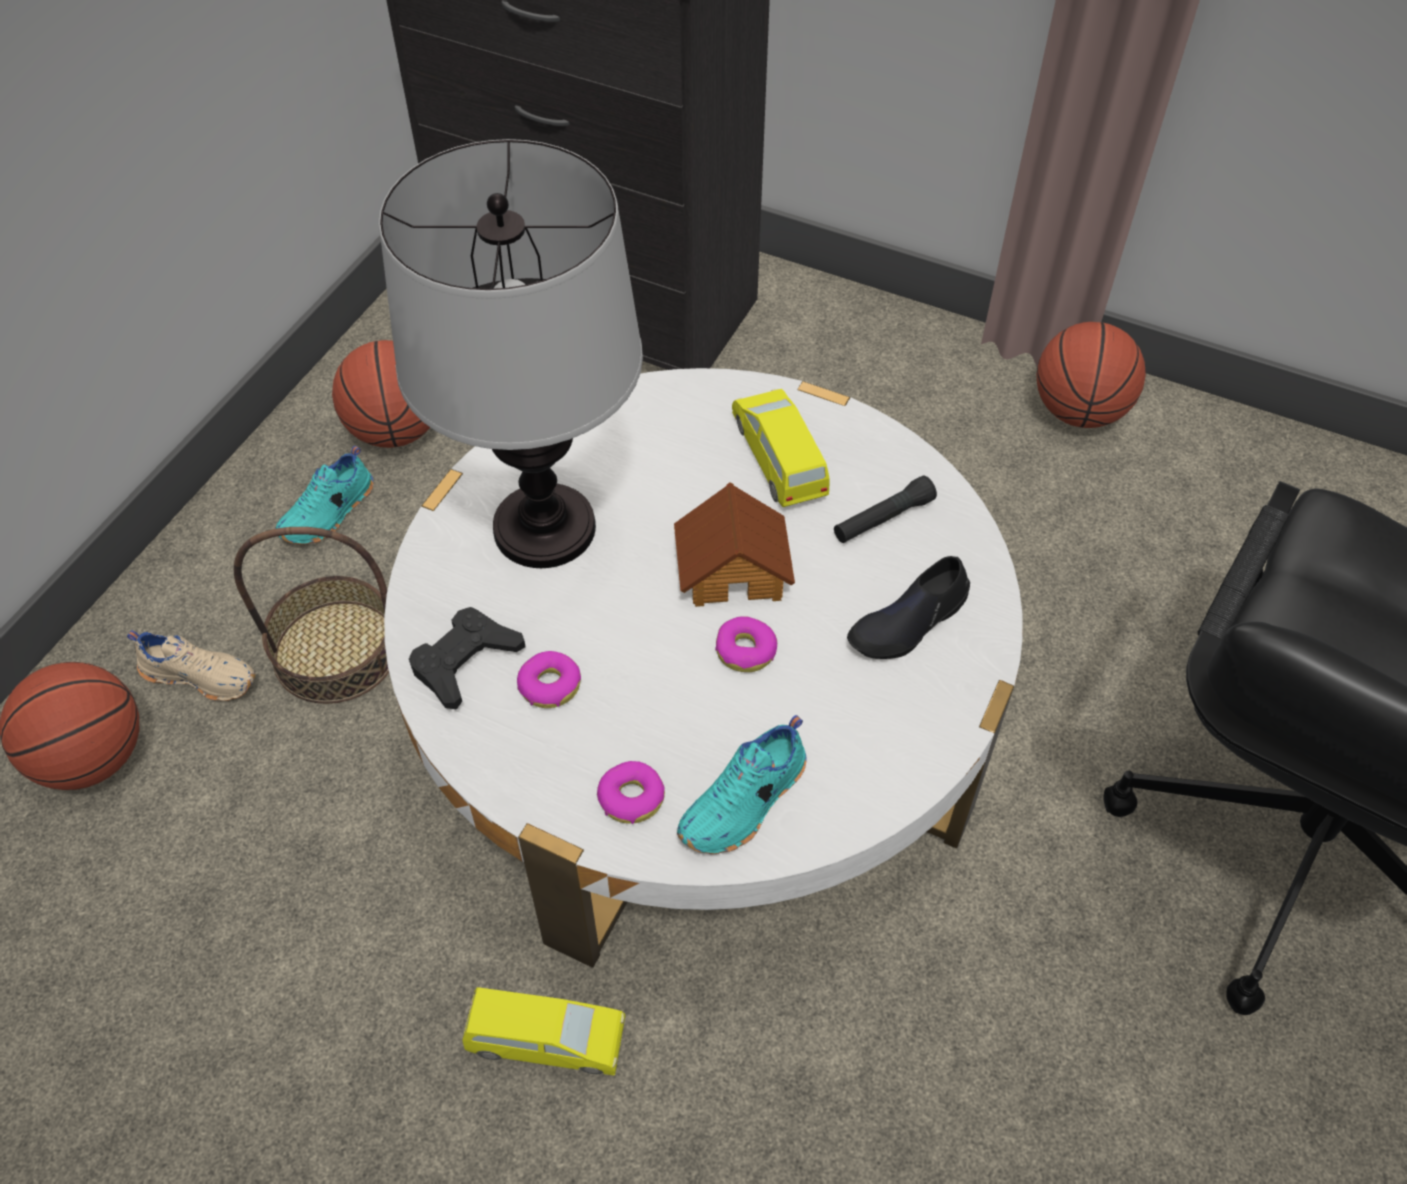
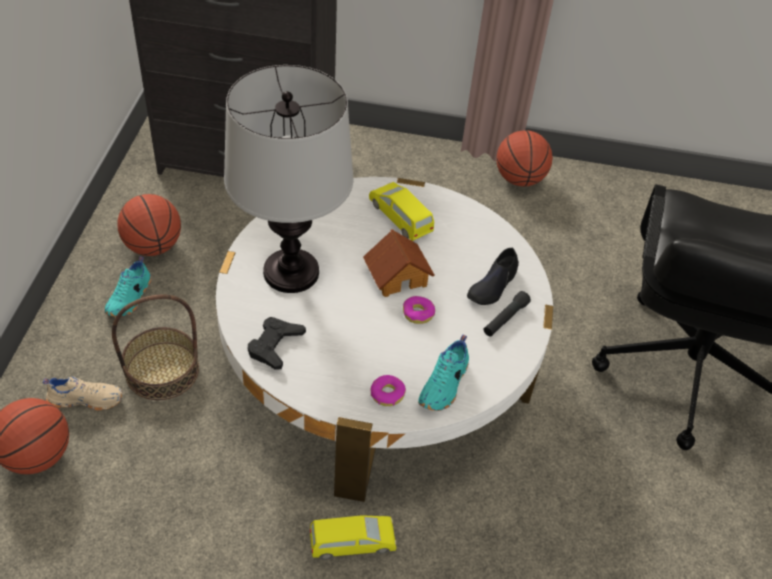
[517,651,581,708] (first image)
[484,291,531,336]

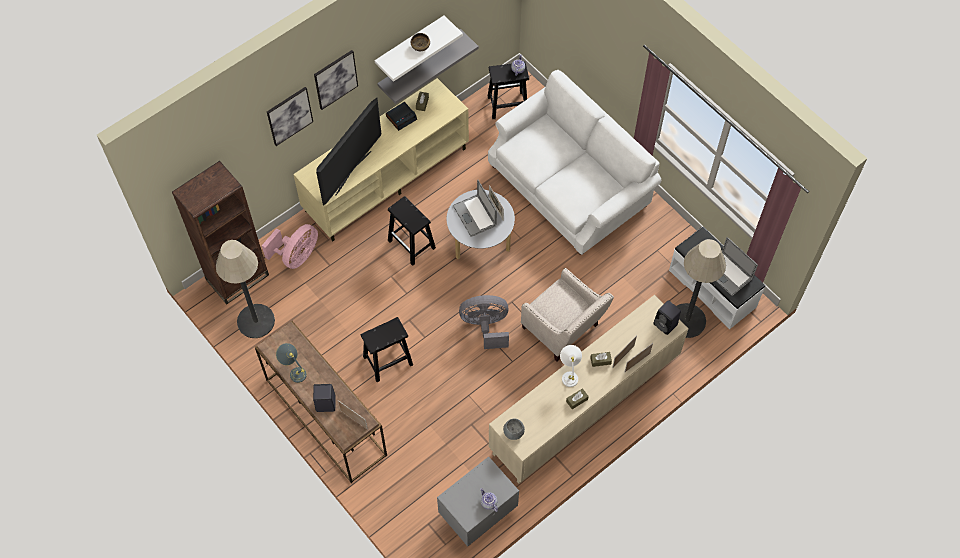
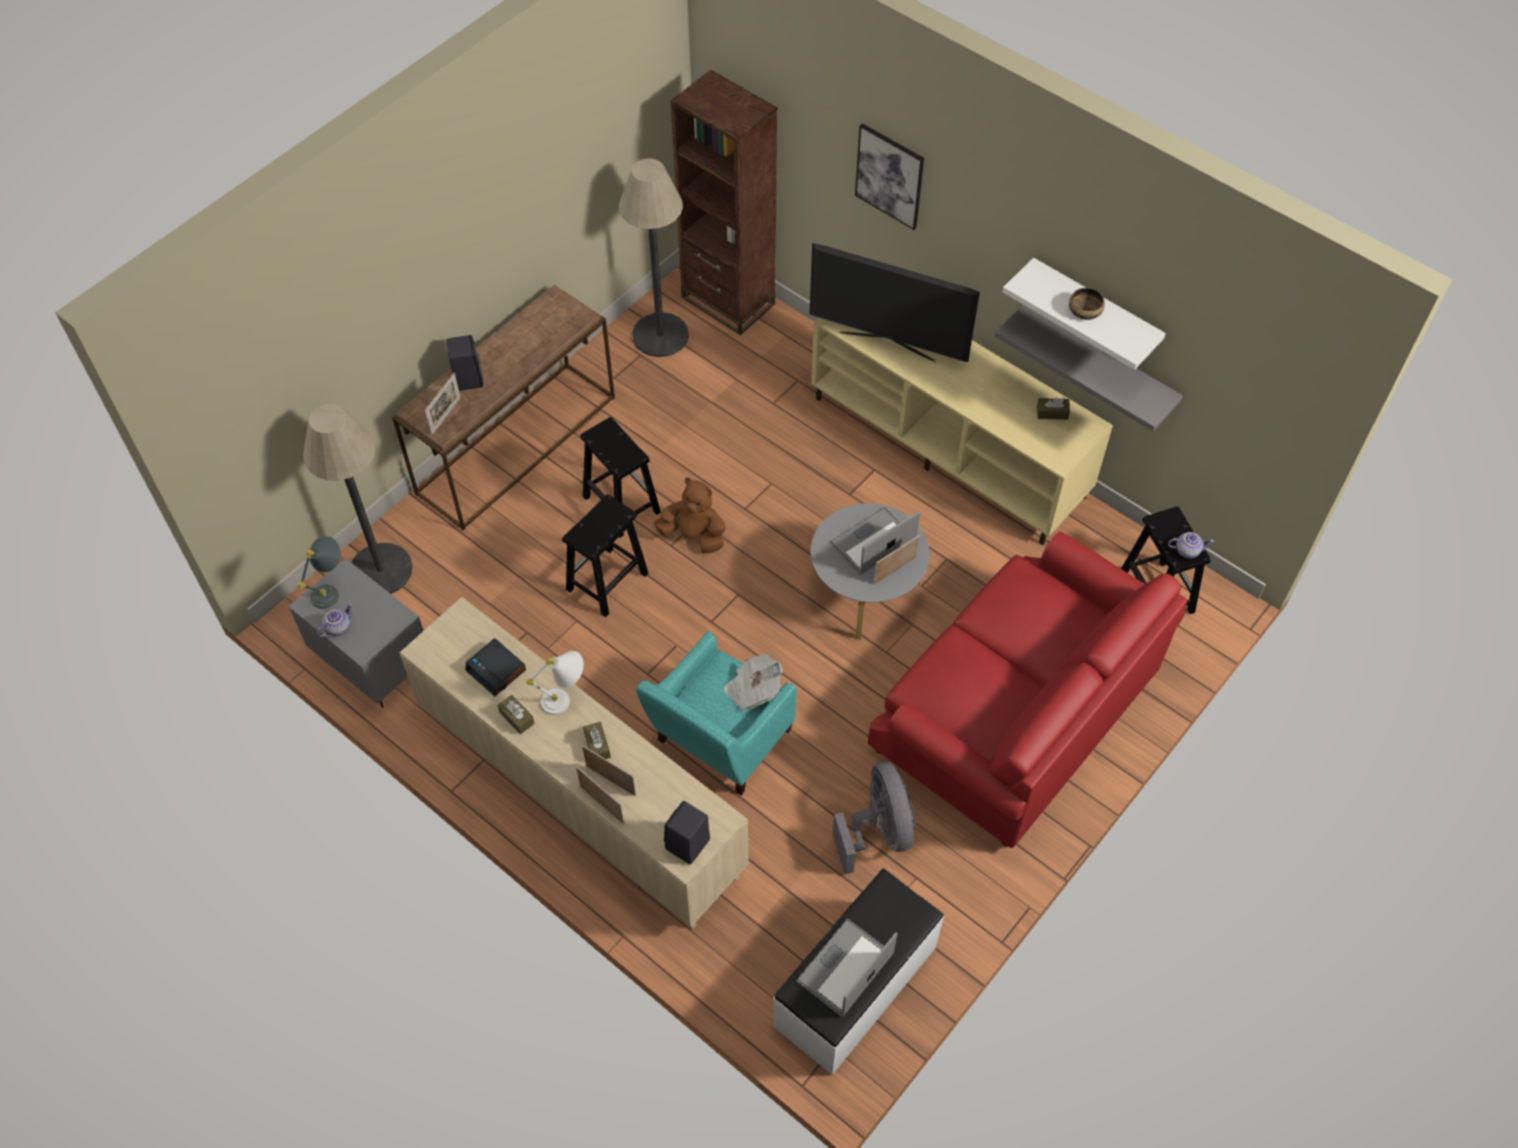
[262,224,318,269] (first image)
[314,50,358,110] (first image)
[503,419,525,440] (first image)
[654,478,726,553]
[724,654,783,711]
[298,536,341,609]
[466,638,526,697]
[562,494,649,617]
[833,762,915,874]
[303,404,413,594]
[868,532,1187,848]
[636,631,797,795]

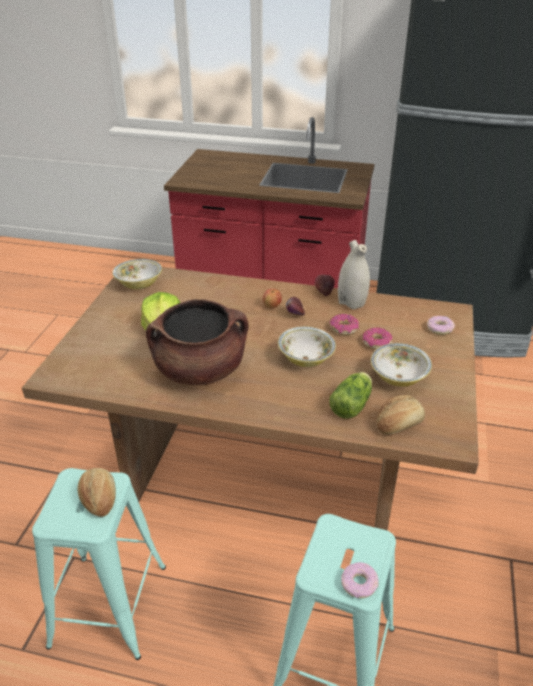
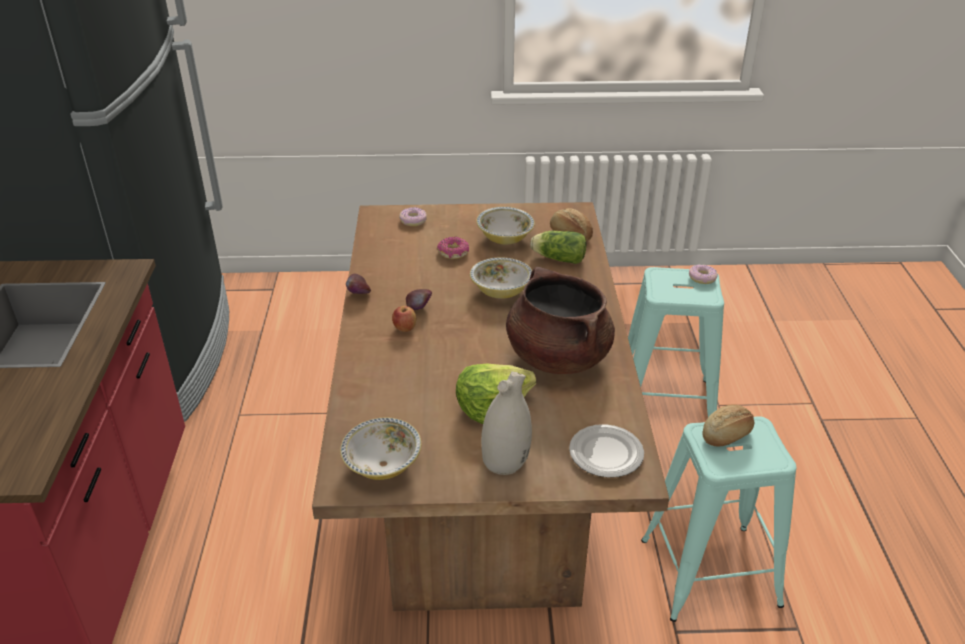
[330,314,359,335] (first image)
[569,424,644,478]
[481,371,532,475]

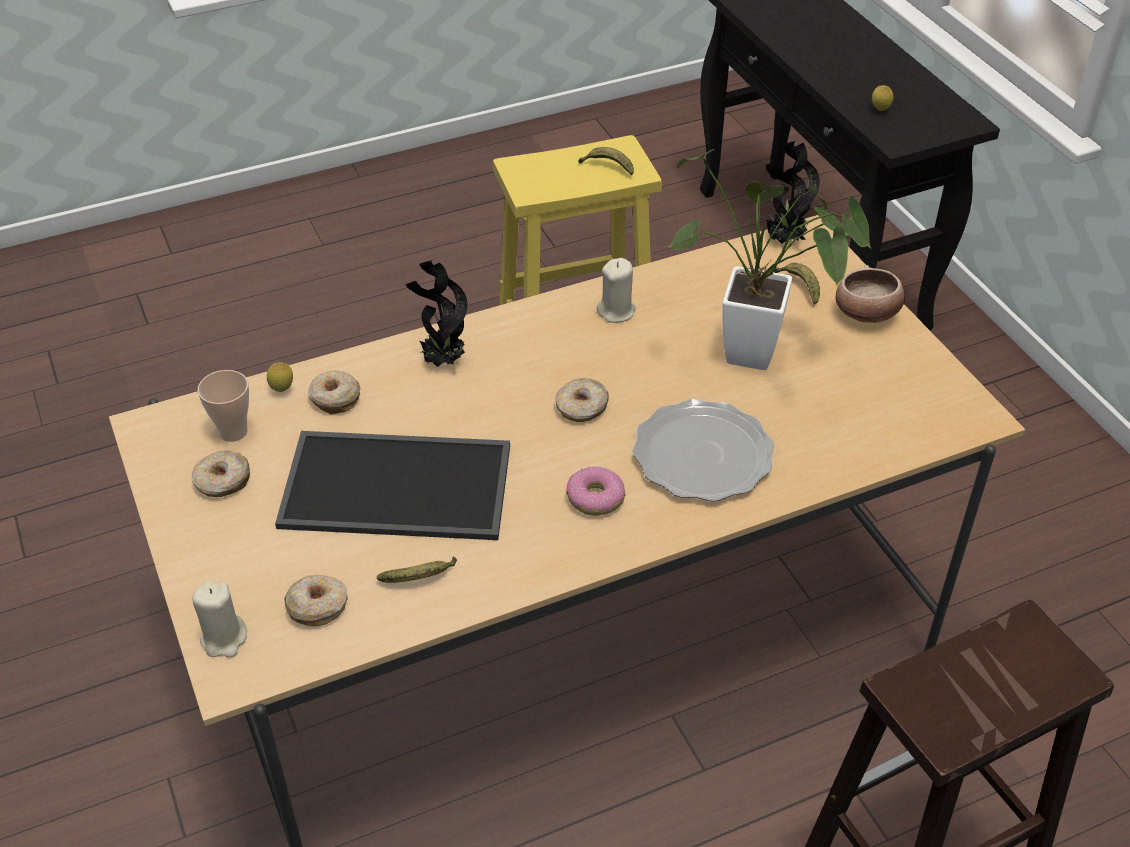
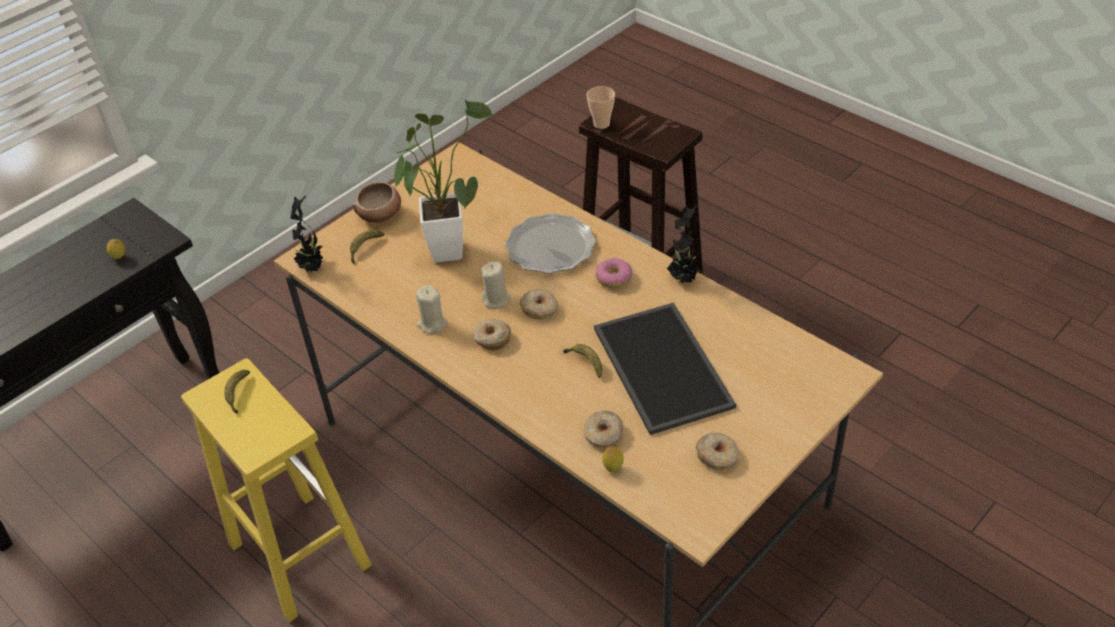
[481,262,511,308]
[587,86,615,129]
[473,319,511,351]
[563,344,602,378]
[667,205,702,284]

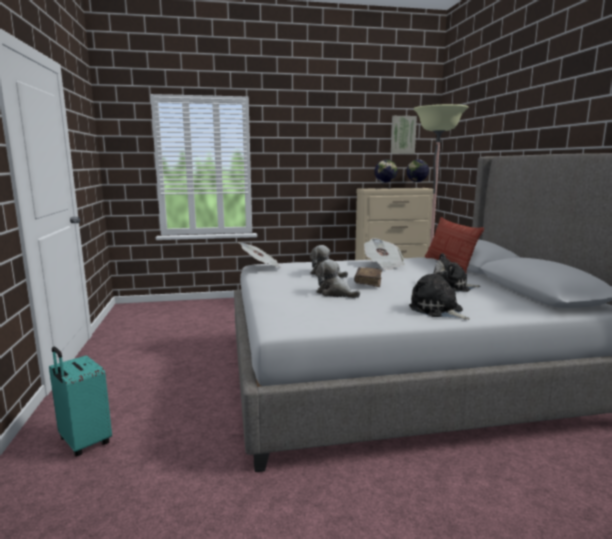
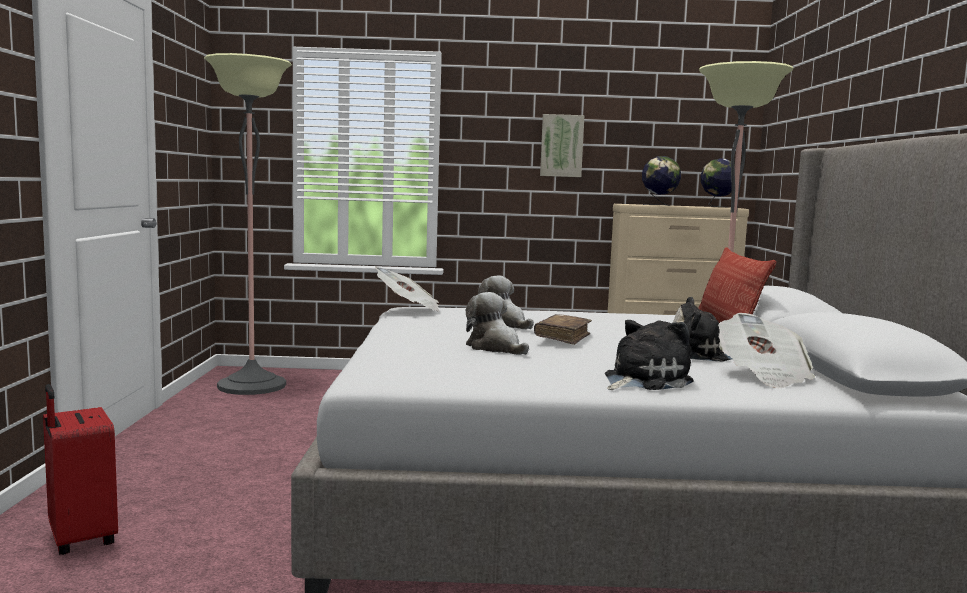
[204,53,292,395]
[718,313,815,388]
[540,114,585,177]
[43,384,118,555]
[605,320,694,390]

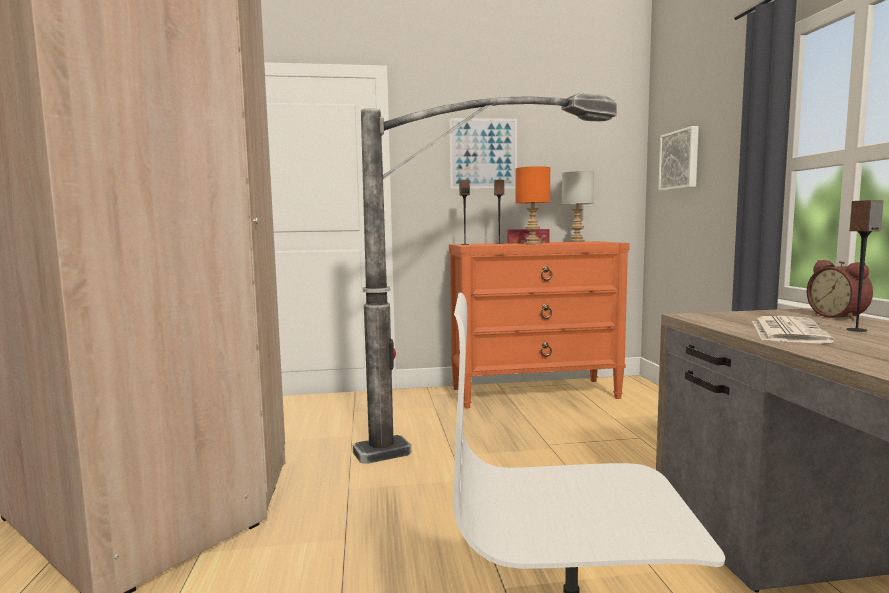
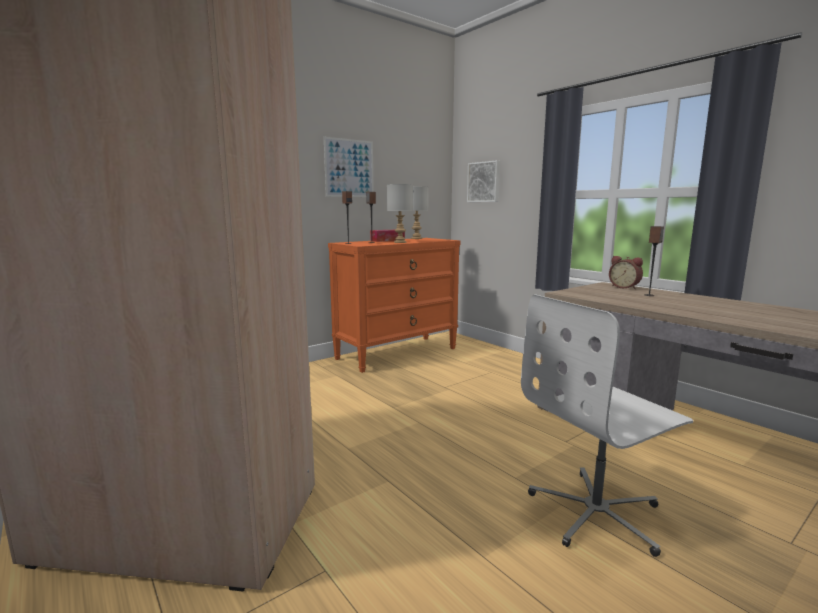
[353,93,617,464] (first image)
[752,316,834,344] (first image)
[387,184,413,243]

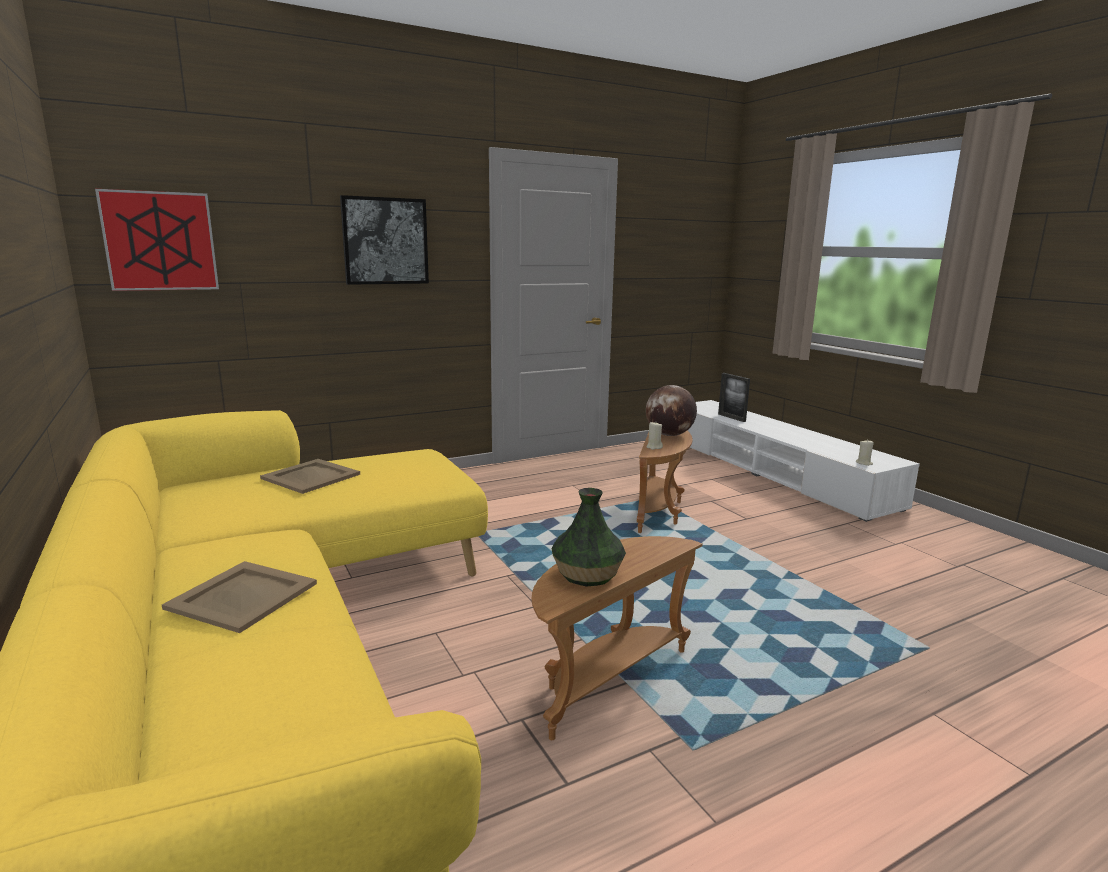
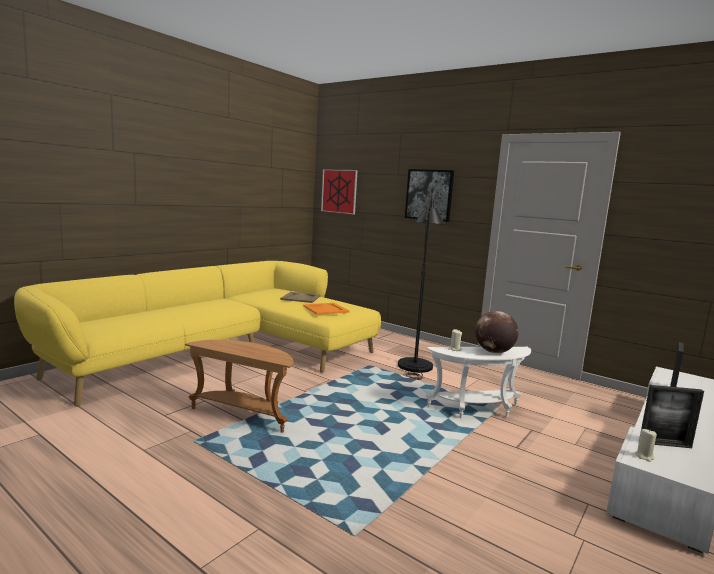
[162,561,317,633] (first image)
[551,488,626,587] (first image)
[303,303,349,315]
[398,186,445,380]
[639,385,704,448]
[426,347,531,419]

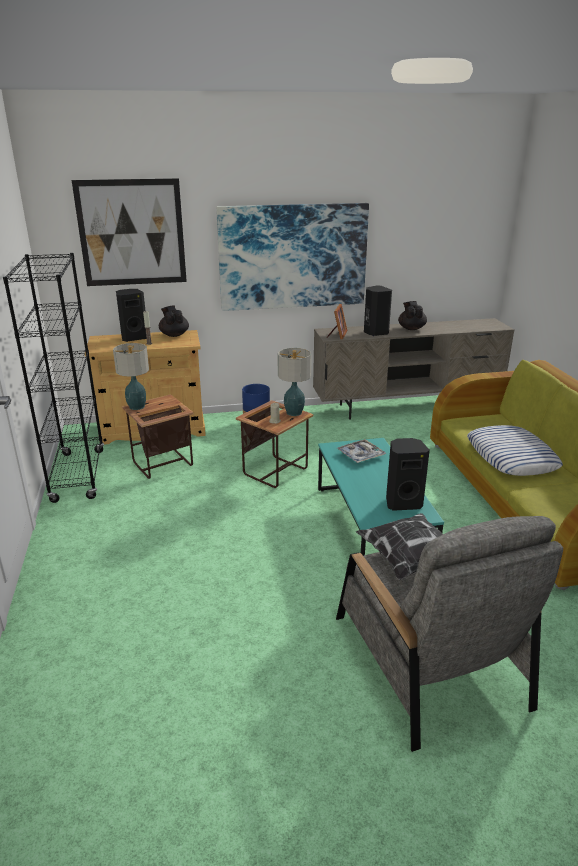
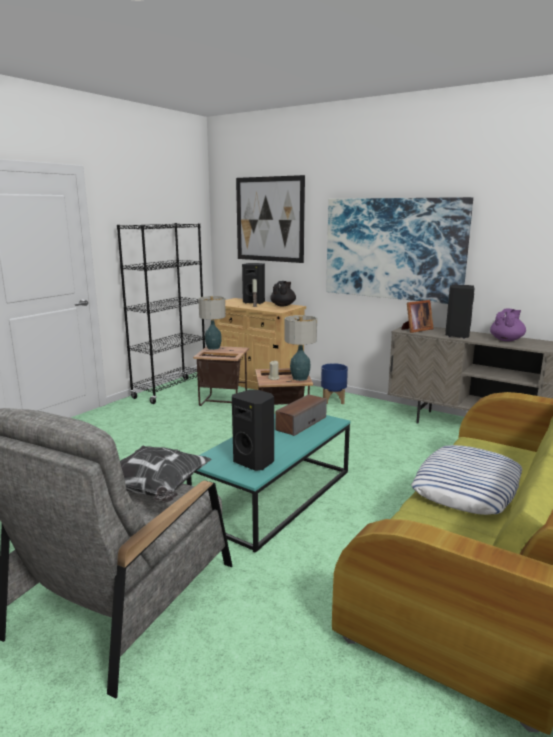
[276,394,327,436]
[490,309,526,341]

